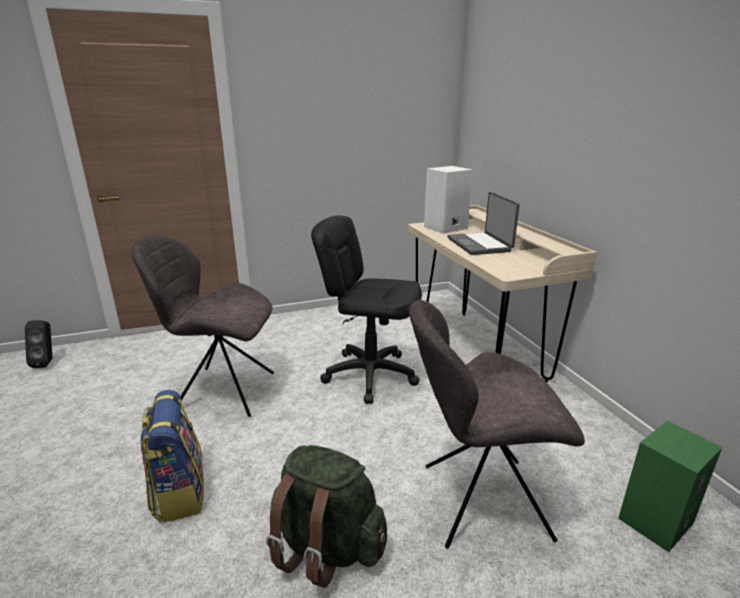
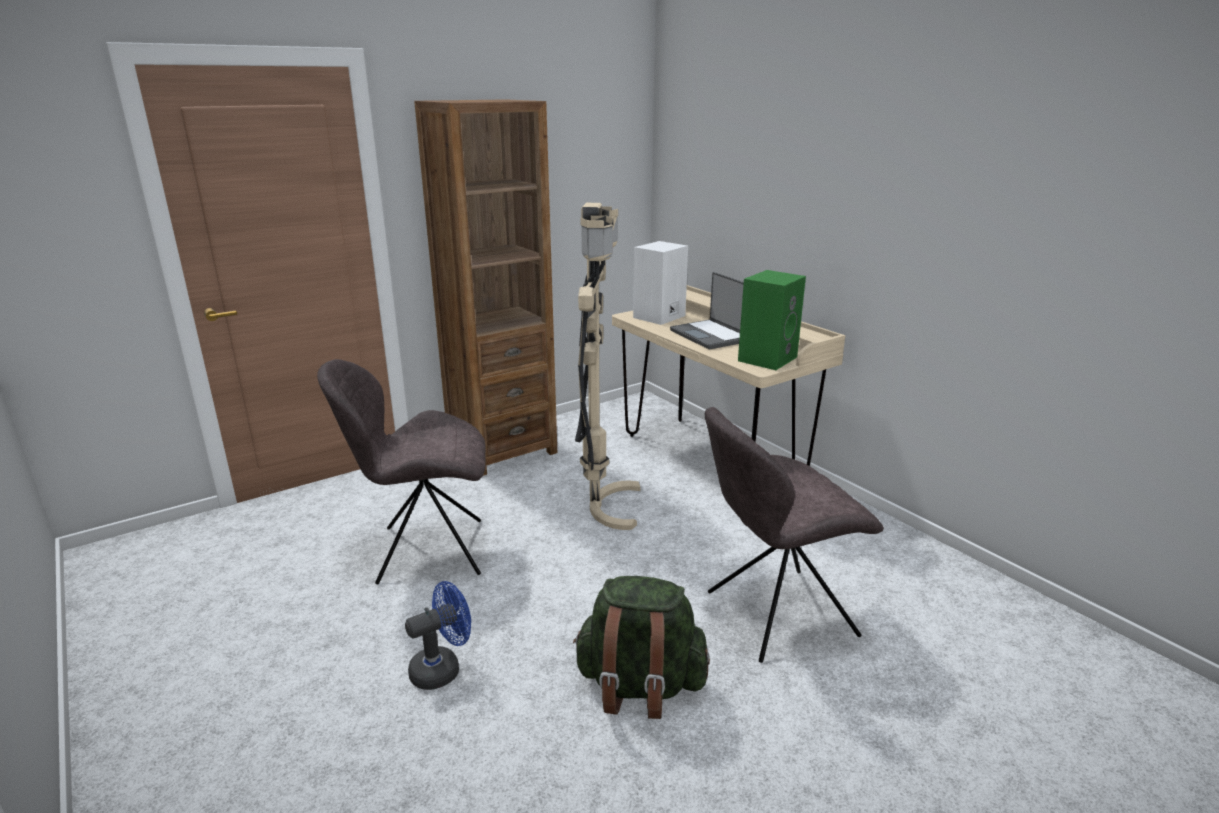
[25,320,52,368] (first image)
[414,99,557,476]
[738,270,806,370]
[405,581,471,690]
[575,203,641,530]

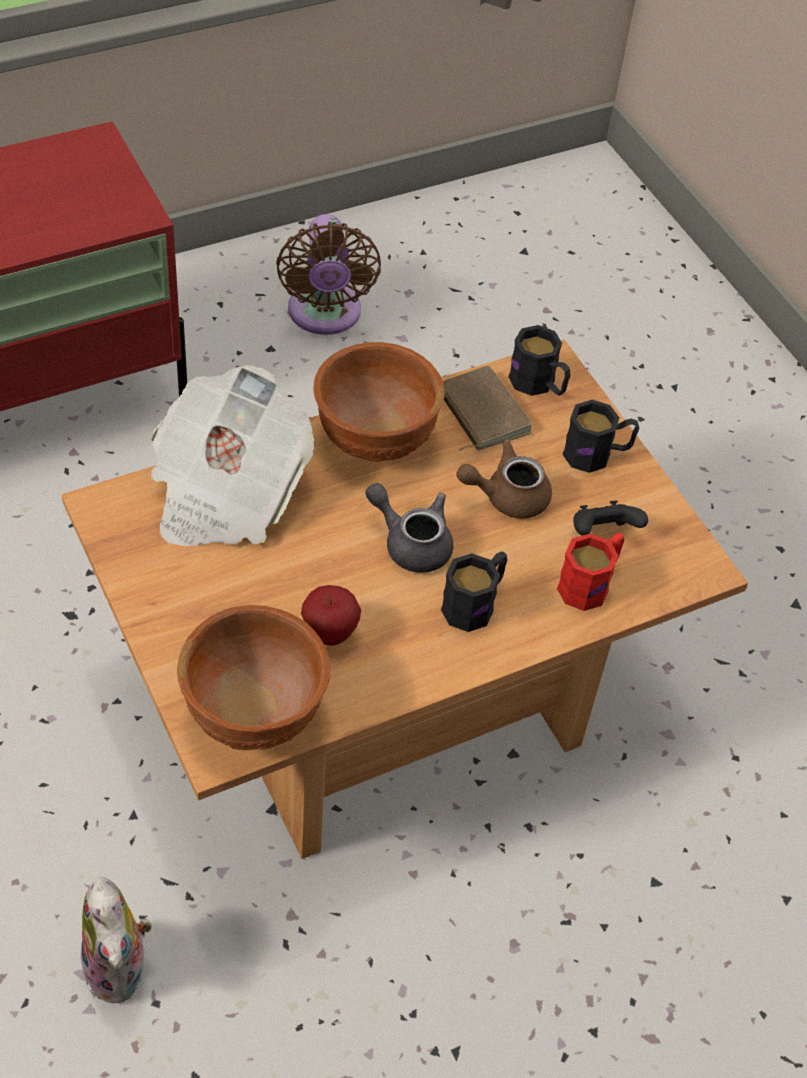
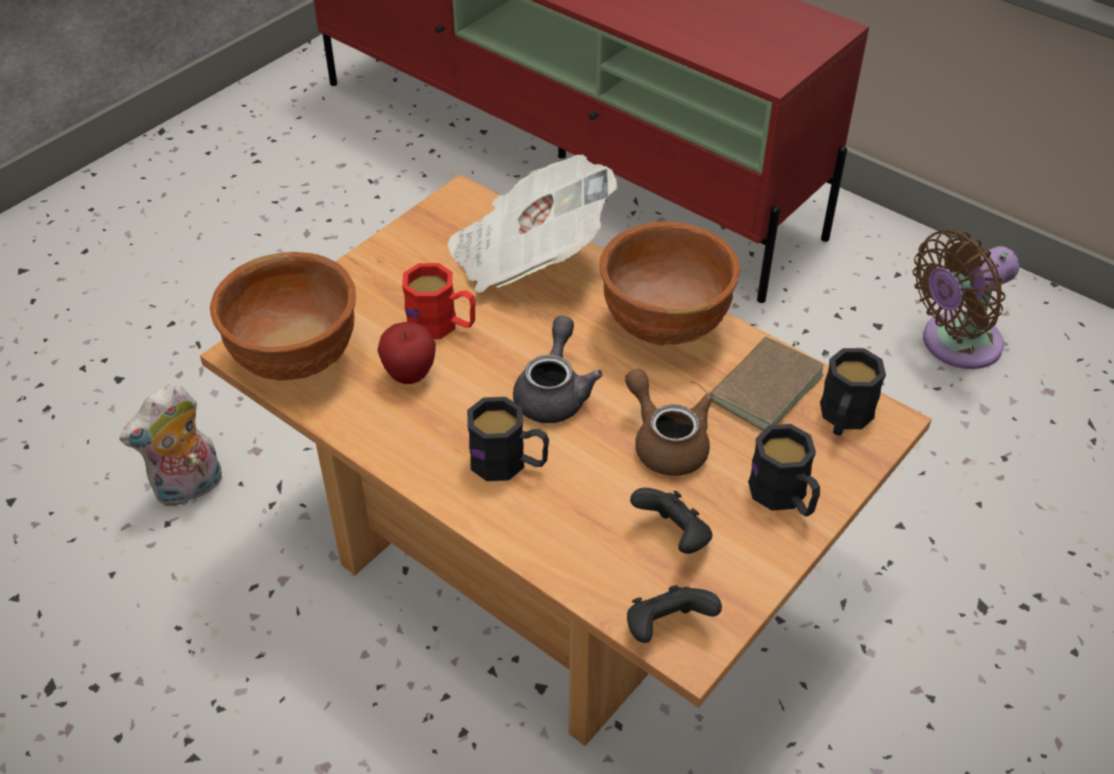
[627,585,722,643]
[402,263,476,339]

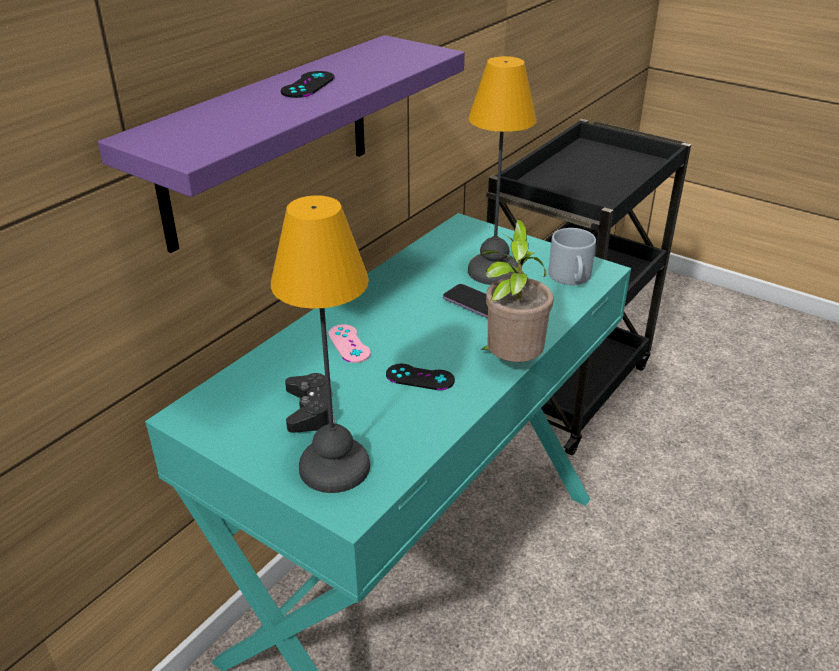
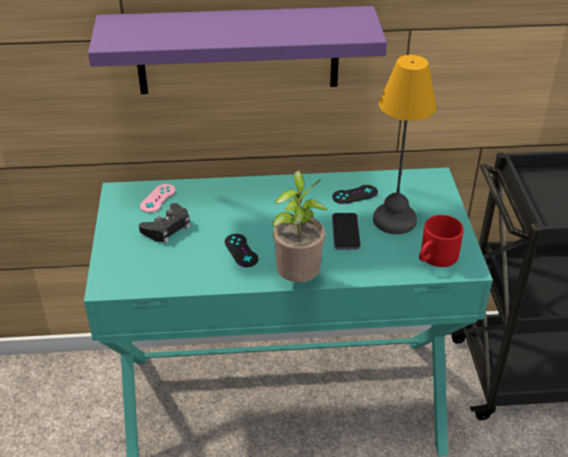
[270,195,370,493] (first image)
[332,185,378,204]
[140,184,175,213]
[419,215,464,267]

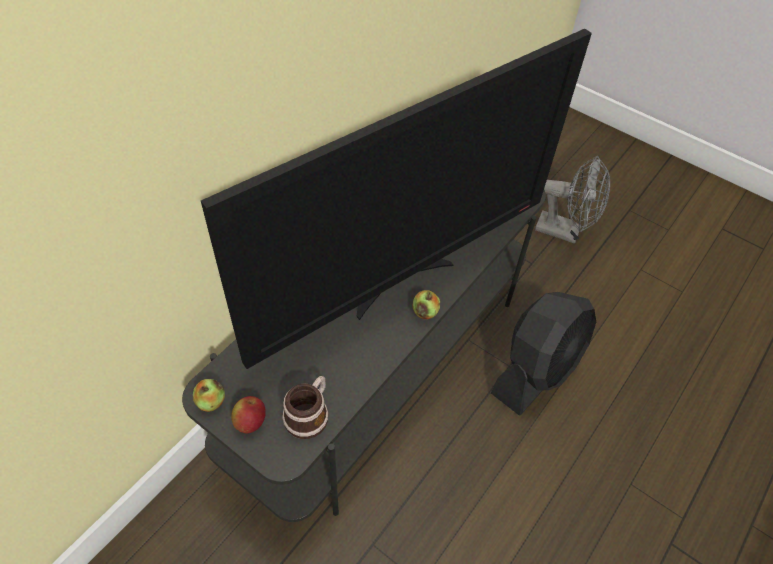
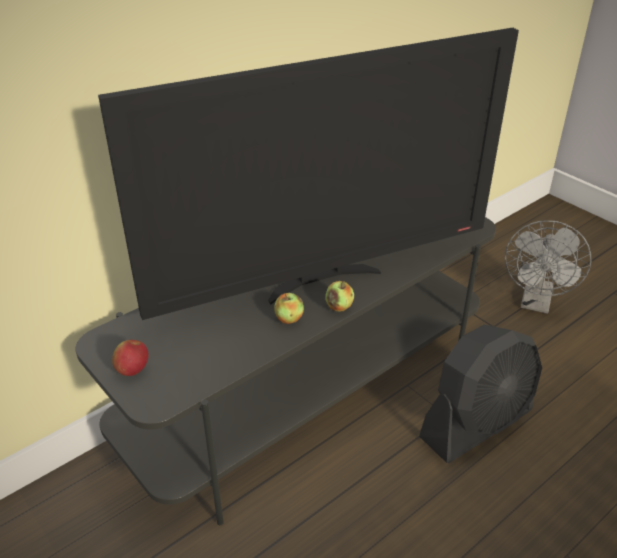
[282,376,328,439] (first image)
[274,293,304,324]
[505,220,592,314]

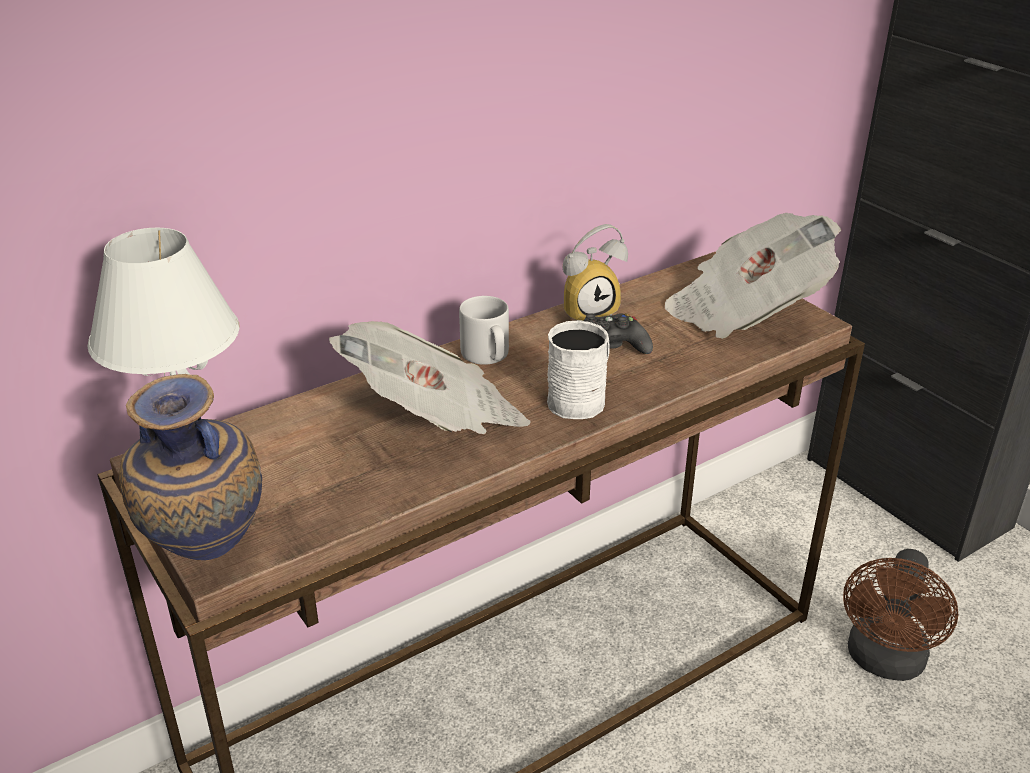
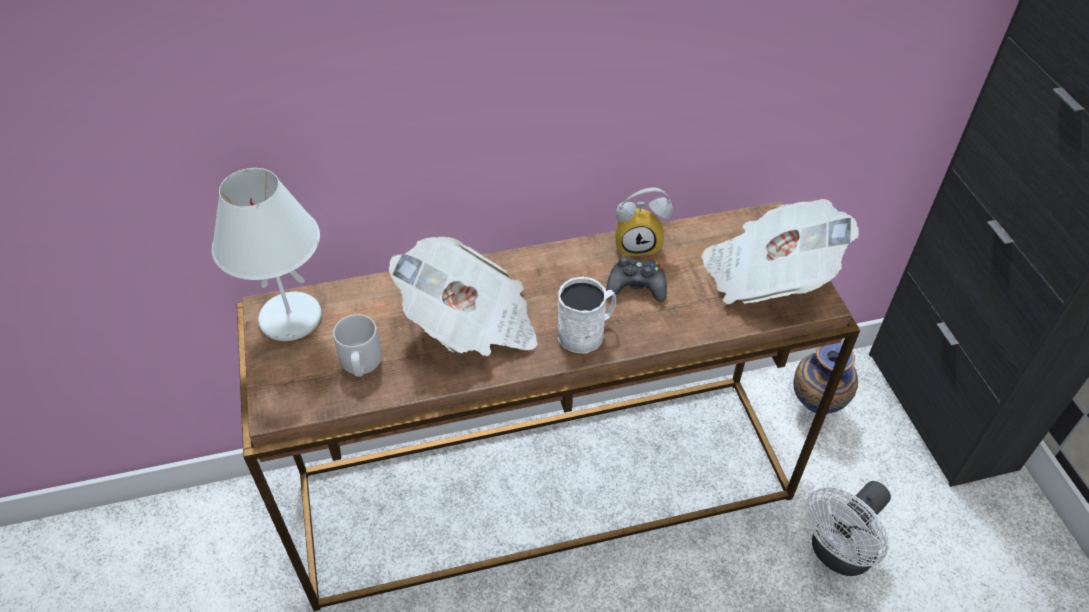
[793,341,858,414]
[333,314,382,377]
[805,481,891,576]

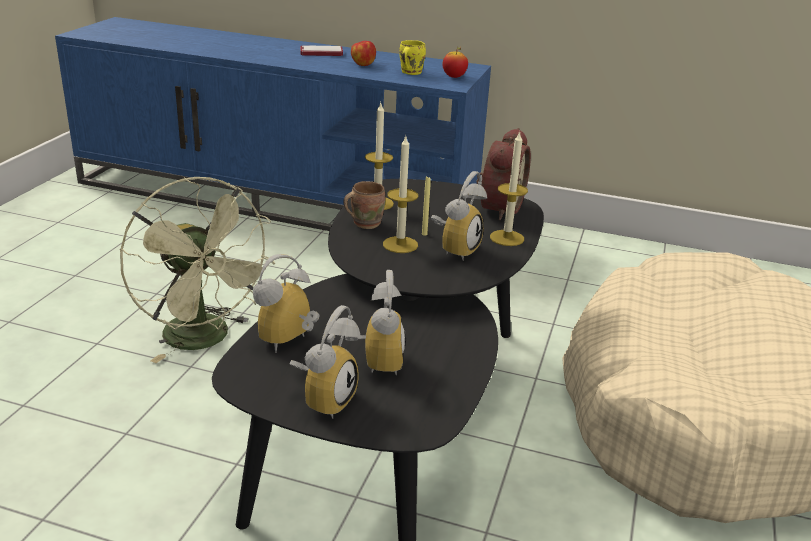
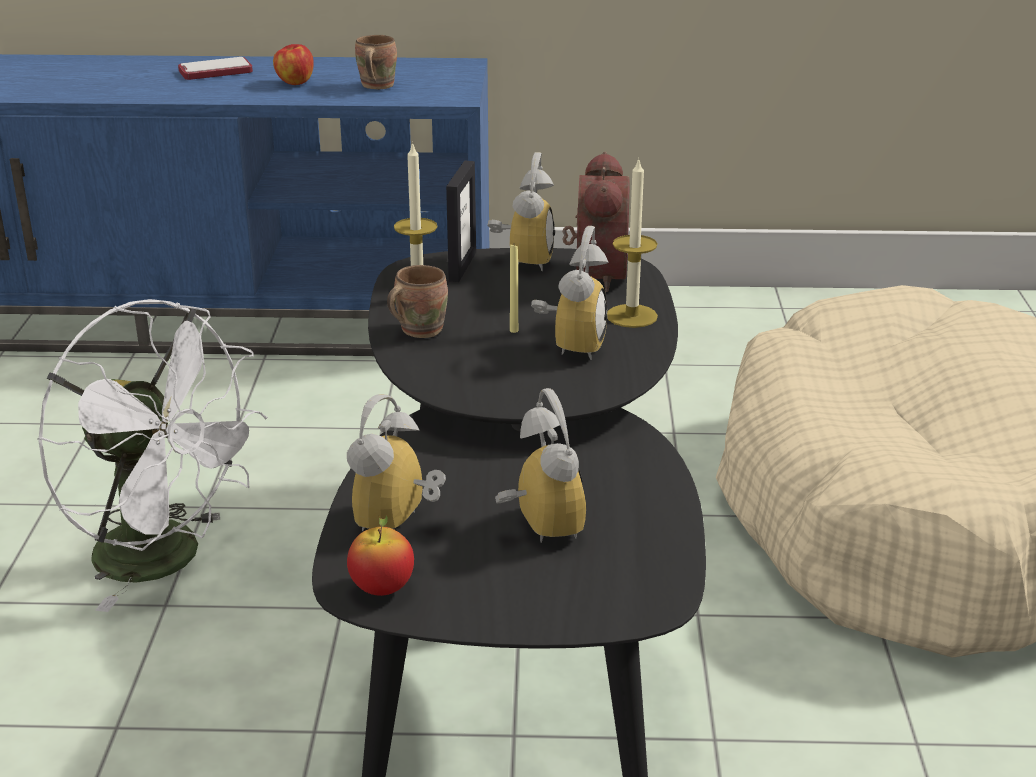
[383,136,418,253] (first image)
[446,161,476,282]
[488,152,555,271]
[347,514,414,596]
[38,299,268,612]
[355,35,397,89]

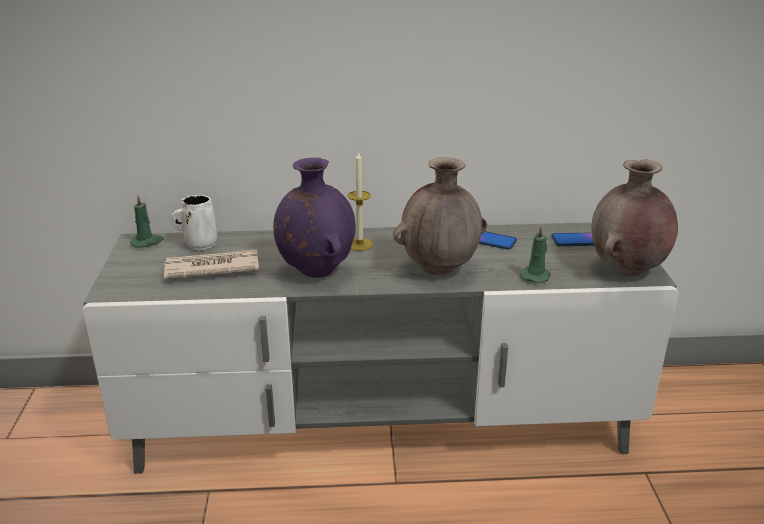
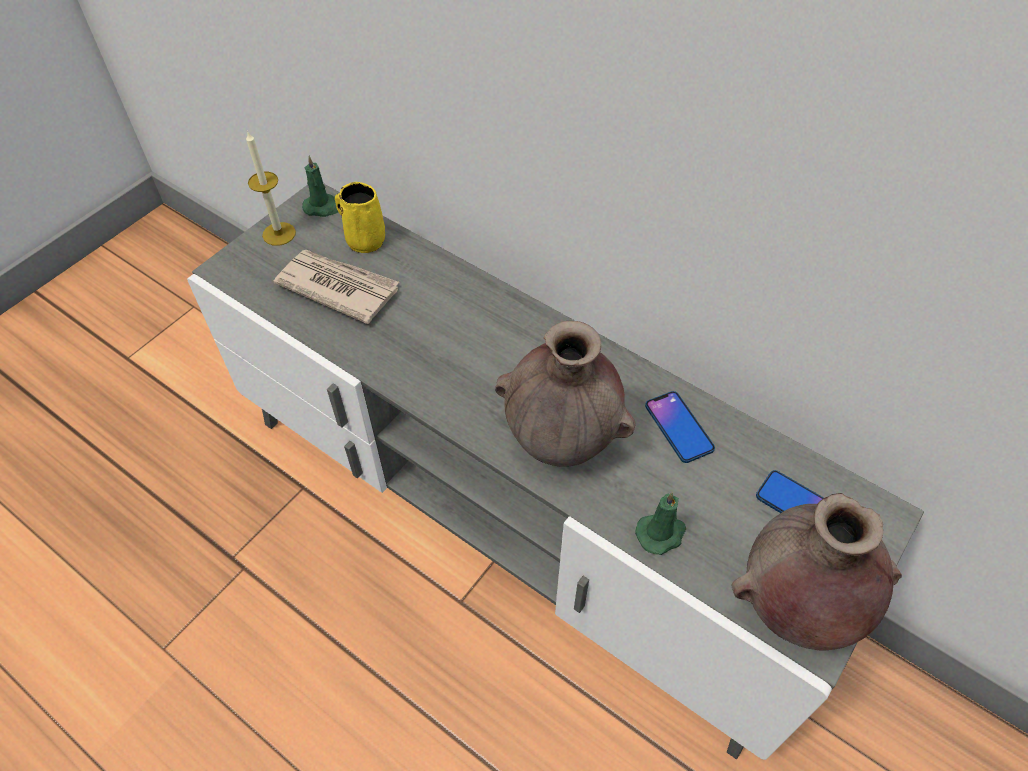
[273,158,356,278] (first image)
[246,132,296,246]
[335,182,385,253]

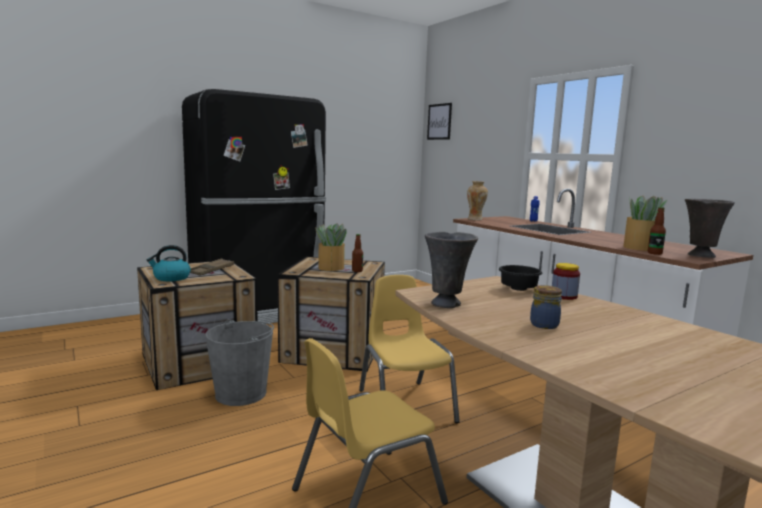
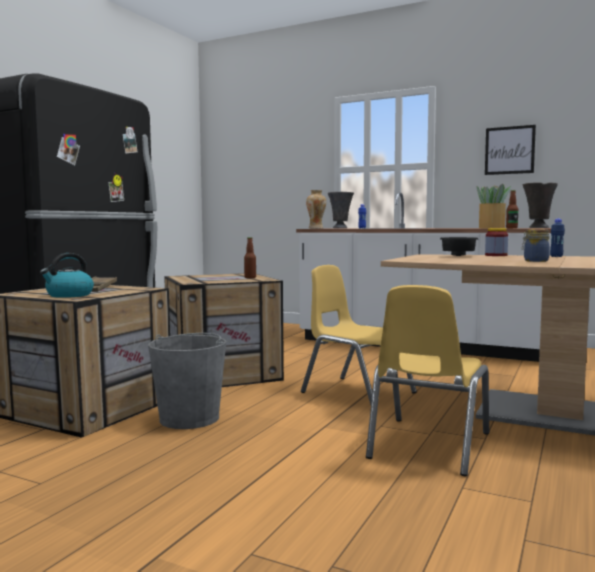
[315,223,347,271] (first image)
[550,219,565,257]
[328,192,354,228]
[485,125,536,175]

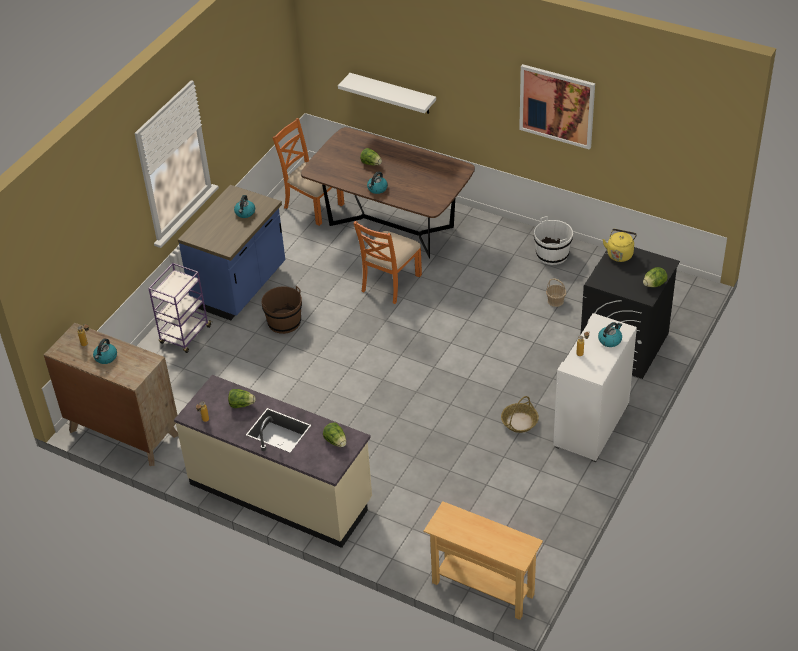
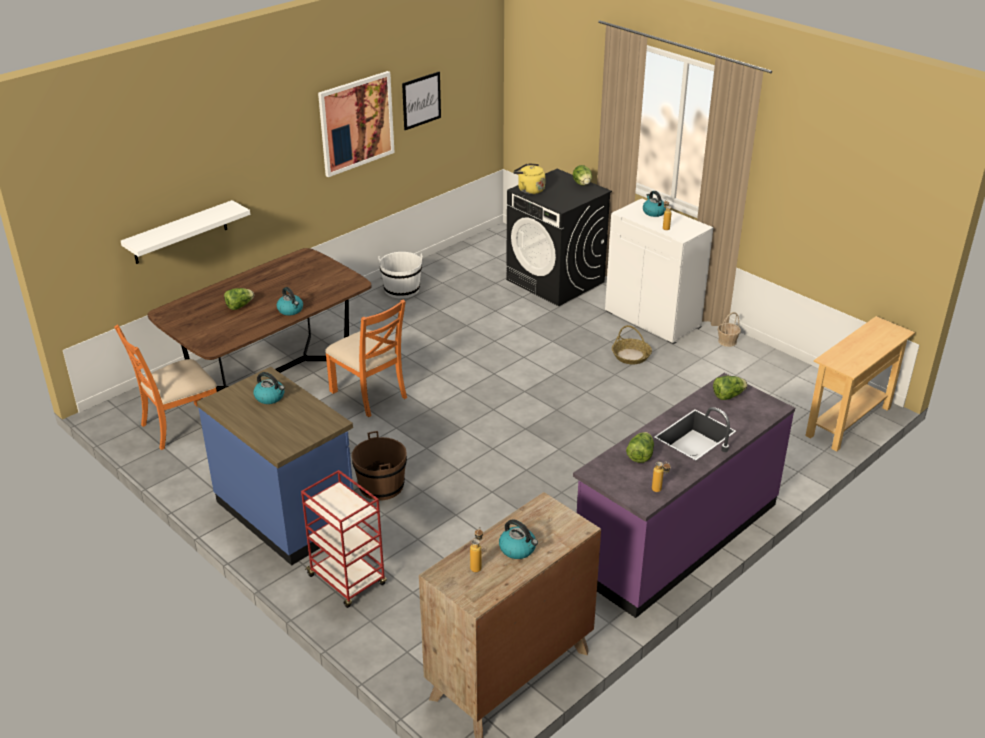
[402,72,441,130]
[717,312,741,347]
[301,470,387,608]
[573,373,795,618]

